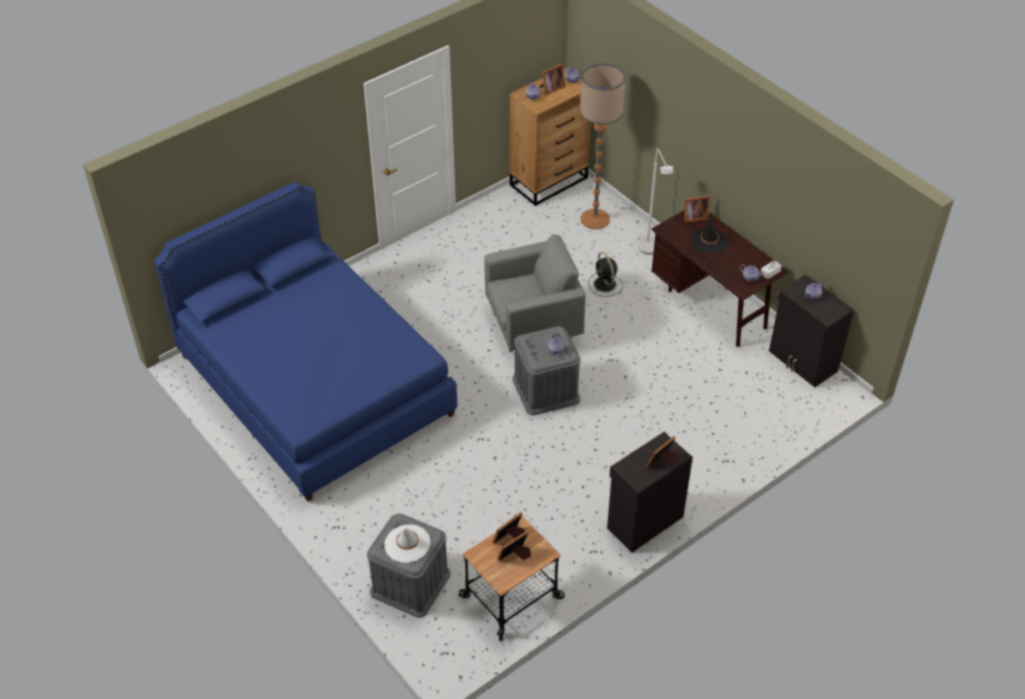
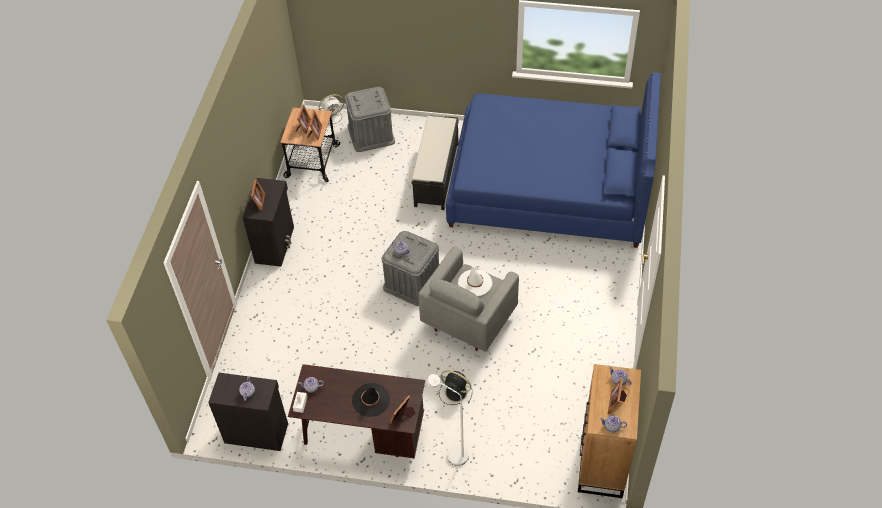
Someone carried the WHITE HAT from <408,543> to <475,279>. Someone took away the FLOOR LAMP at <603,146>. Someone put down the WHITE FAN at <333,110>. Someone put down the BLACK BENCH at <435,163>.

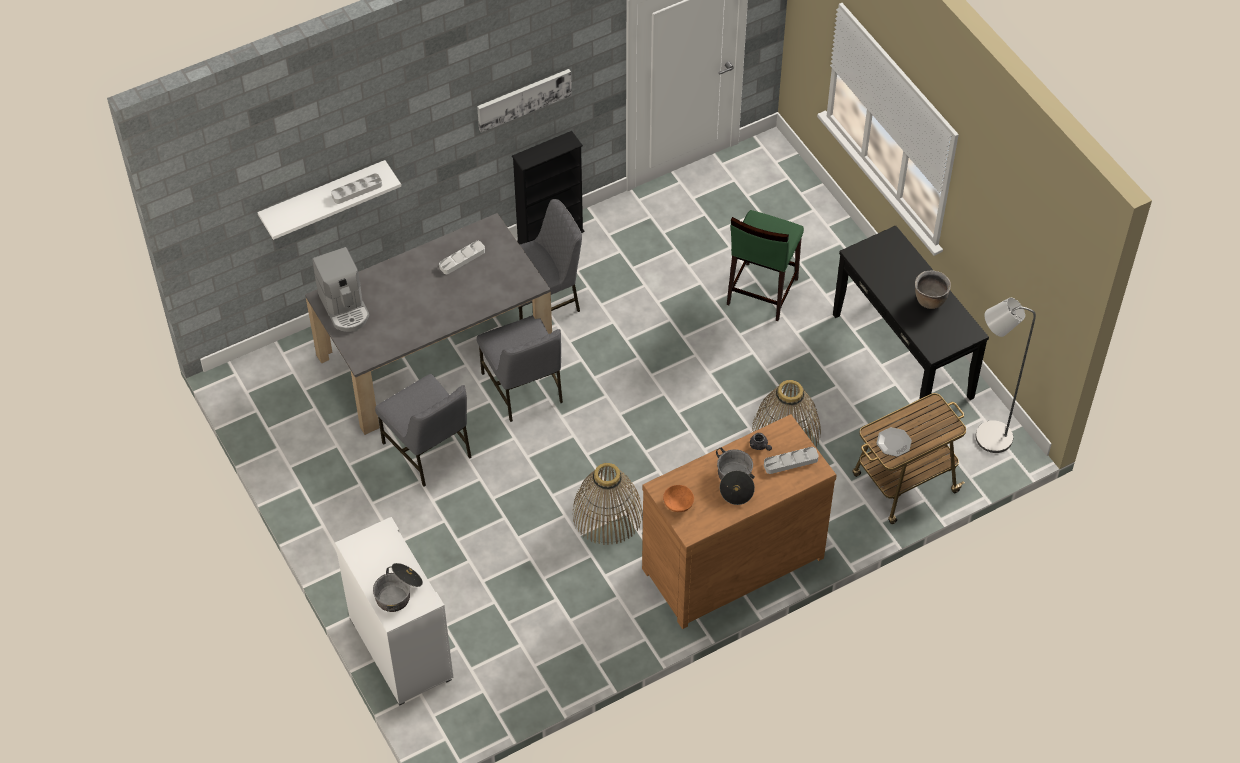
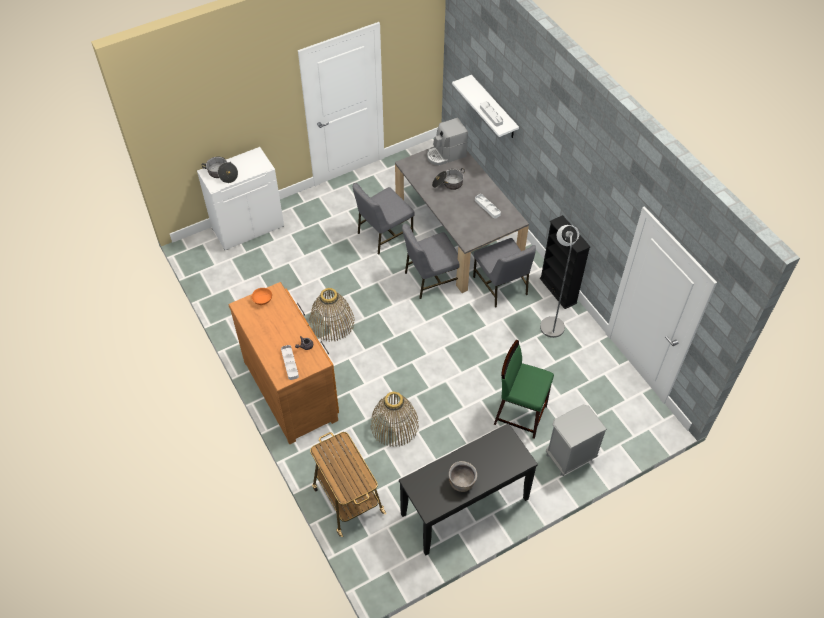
Someone took away the PICTURE at <524,101>. Someone carried the COOKING POT from <735,476> to <448,179>. Someone took away the PLATE at <894,442>. Someone carried the GREY FLOOR LAMP from <1005,375> to <559,281>. Someone put down the GREY NIGHTSTAND at <576,440>.

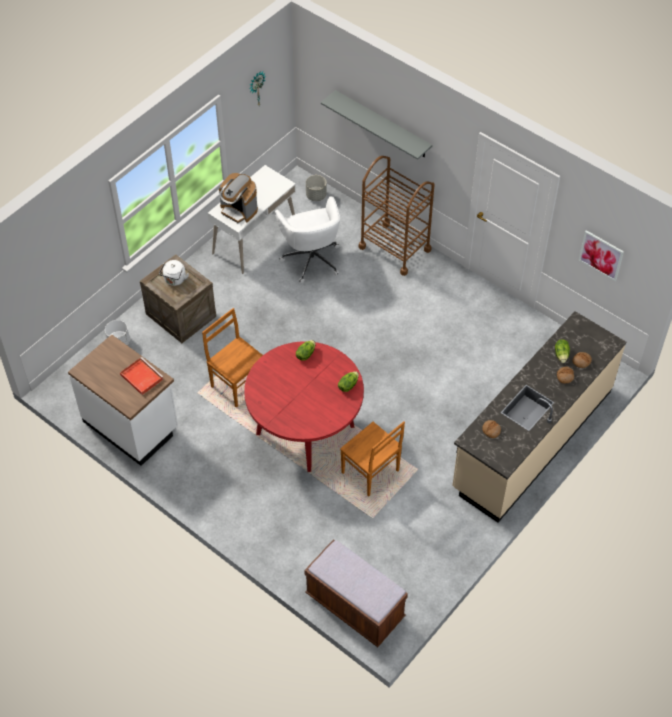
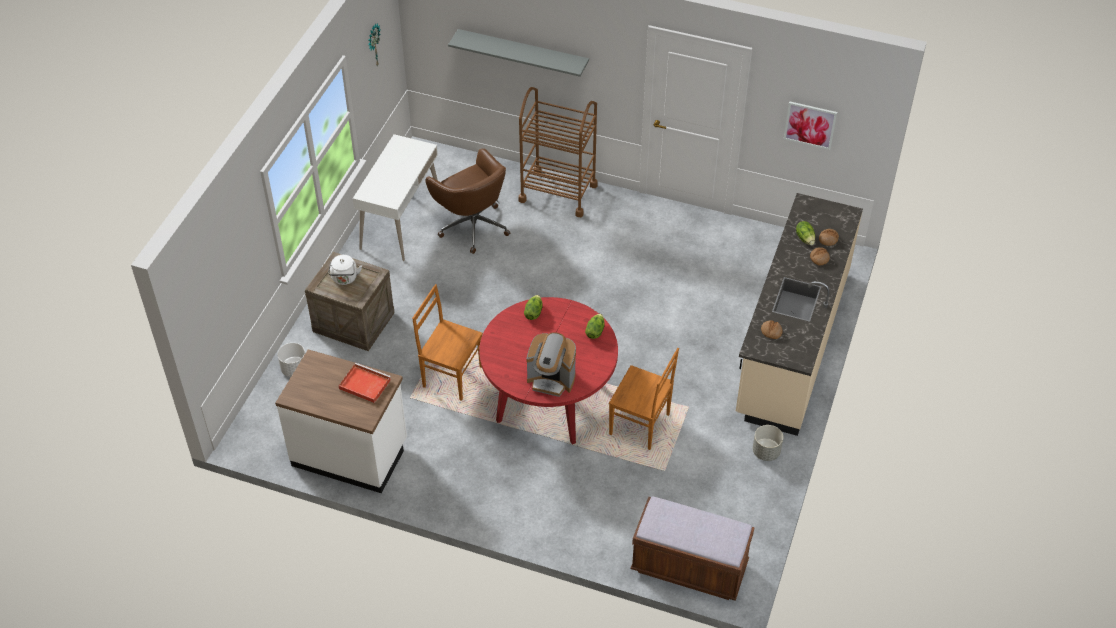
Someone carried the COFFEE MACHINE from <238,198> to <551,364>. Someone repainted the WHITE OFFICE CHAIR at <307,239>, which became the BROWN OFFICE CHAIR at <467,201>. Someone carried the GREY PLANTER from <316,188> to <768,443>.

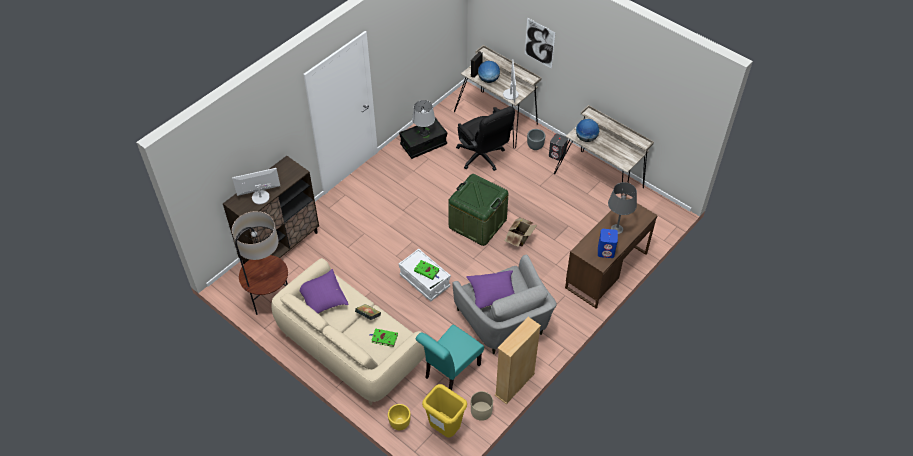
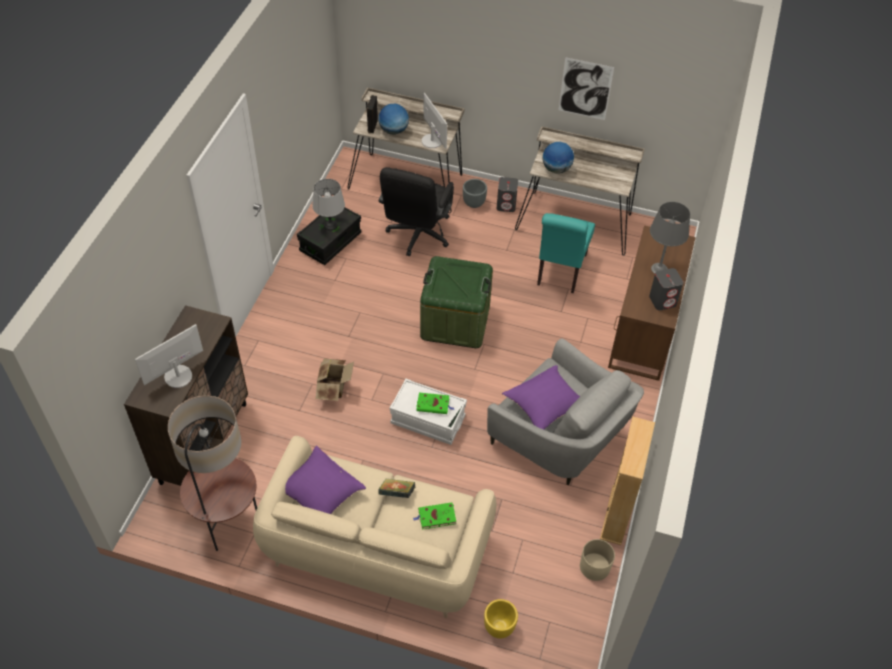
Someone carried the TURQUOISE CHAIR from <450,357> to <566,253>. Someone took away the YELLOW TRASH CAN at <444,410>. Someone rotated the BLACK OFFICE CHAIR at <485,138> by 75 degrees clockwise. Someone carried the CARDBOARD BOX from <521,232> to <335,379>. Someone carried the PICTURE from <540,43> to <586,88>. Someone repainted the BLUE SPEAKER at <608,243>, which became the GREY SPEAKER at <666,289>.

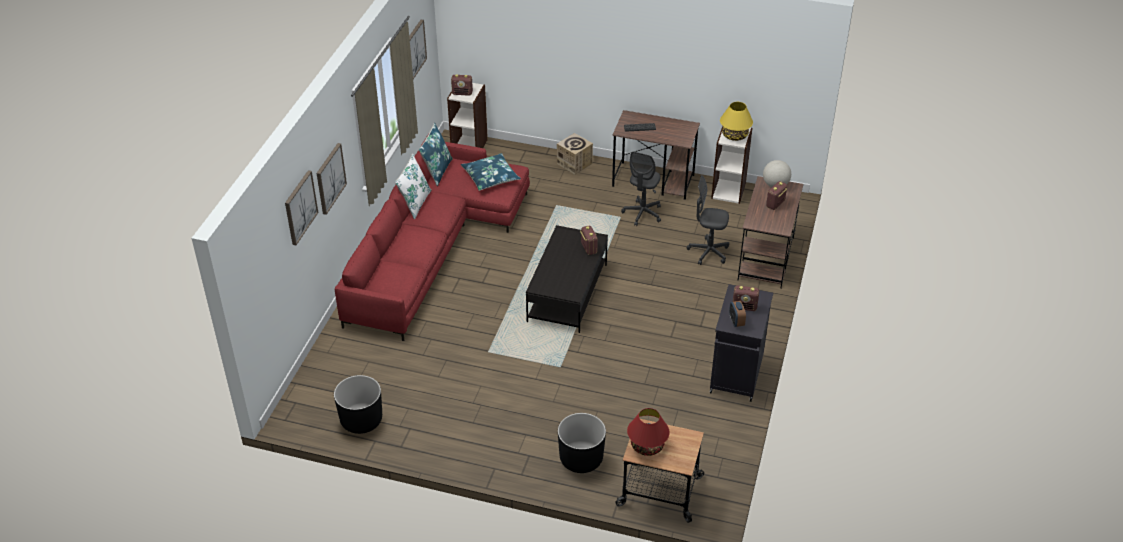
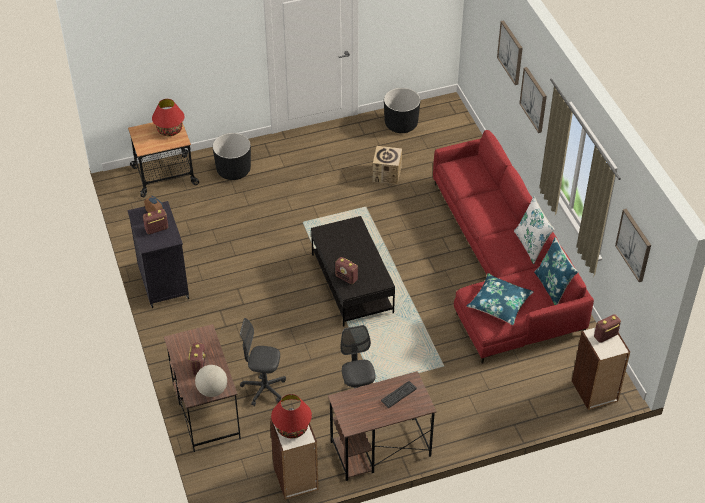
Someone carried the CARDBOARD BOX from <575,154> to <387,165>. Someone rotated the GREY OFFICE CHAIR at <708,220> by 150 degrees counterclockwise. Someone repainted the YELLOW TABLE LAMP at <736,121>, which became the RED TABLE LAMP at <291,416>.

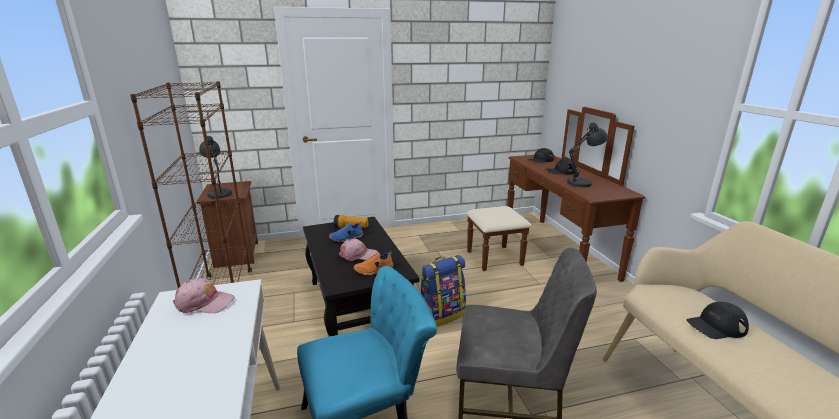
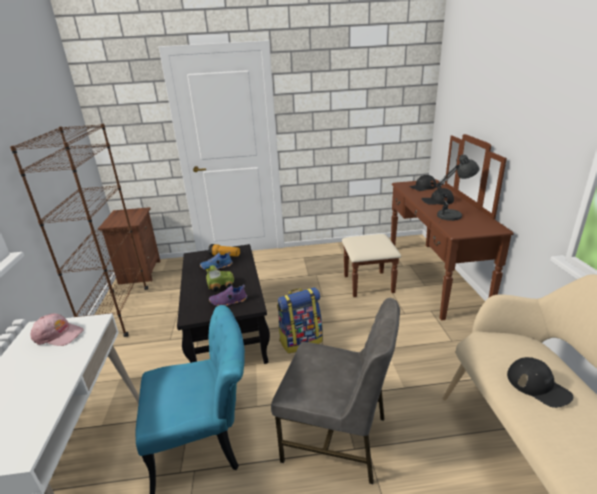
Someone took away the GREY TABLE LAMP at <215,167>. Someone swapped the PINK CAP at <358,250> for the TOY CAR at <219,278>. Someone repainted the ORANGE SHOE at <374,263>, which became the PURPLE SHOE at <228,295>. Someone rotated the BLACK CAP at <717,320> by 120 degrees counterclockwise.

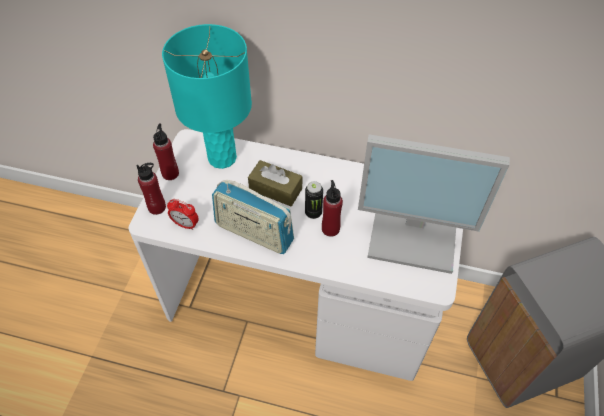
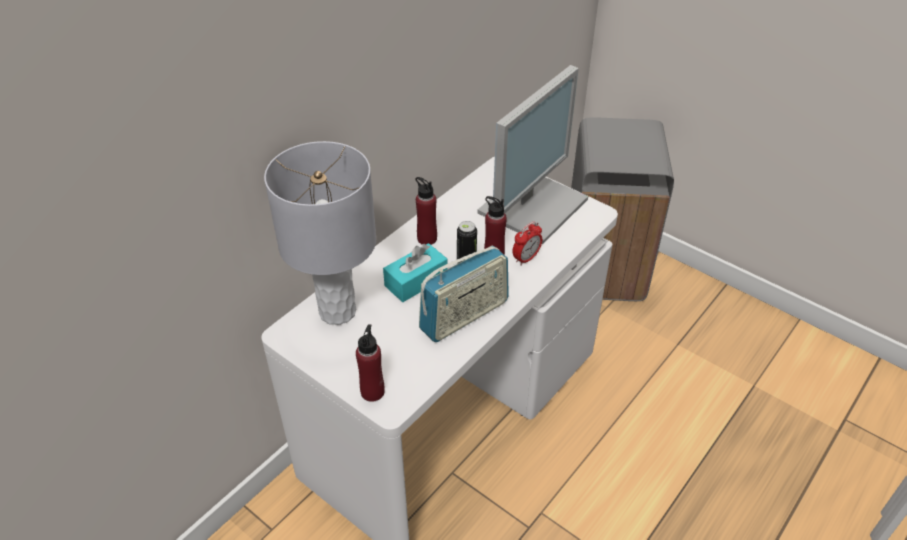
Someone carried the RED BOTTLE from <166,152> to <426,211>. Someone repainted the TURQUOISE TABLE LAMP at <207,96>, which became the GREY TABLE LAMP at <320,233>. Someone carried the ALARM CLOCK from <183,214> to <527,243>. Someone repainted the BROWN TISSUE BOX at <275,183>, which became the TURQUOISE TISSUE BOX at <415,272>.

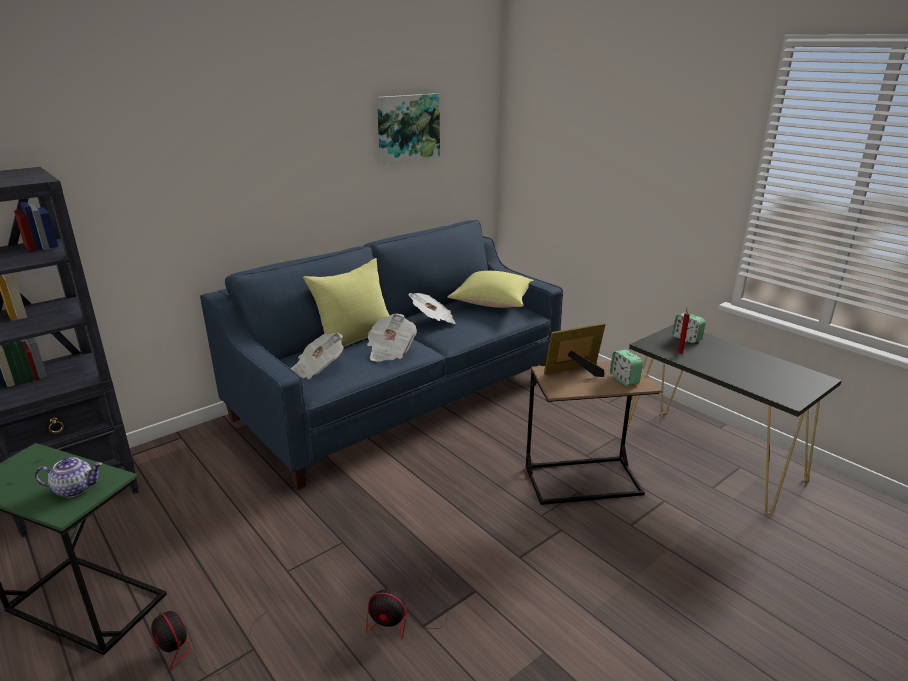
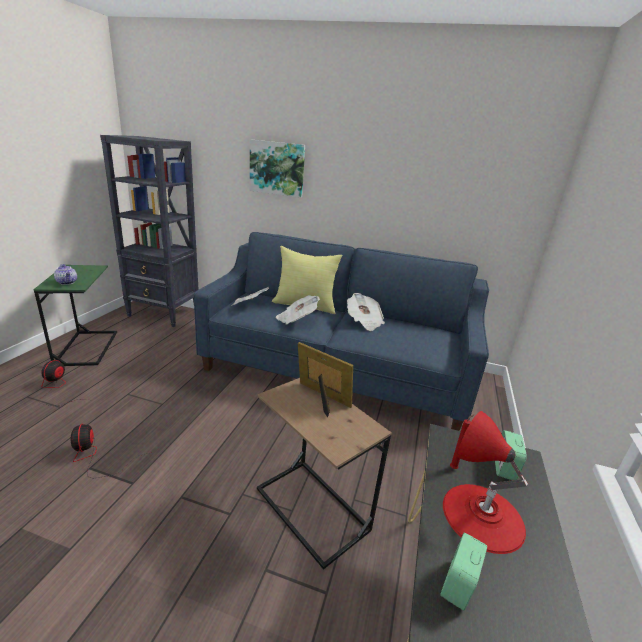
Someone carried the PICTURE from <408,128> to <277,169>. Someone took away the YELLOW PILLOW at <491,289>. Someone carried the ALARM CLOCK from <626,368> to <463,571>. Someone put down the RED TABLE LAMP at <485,482>.

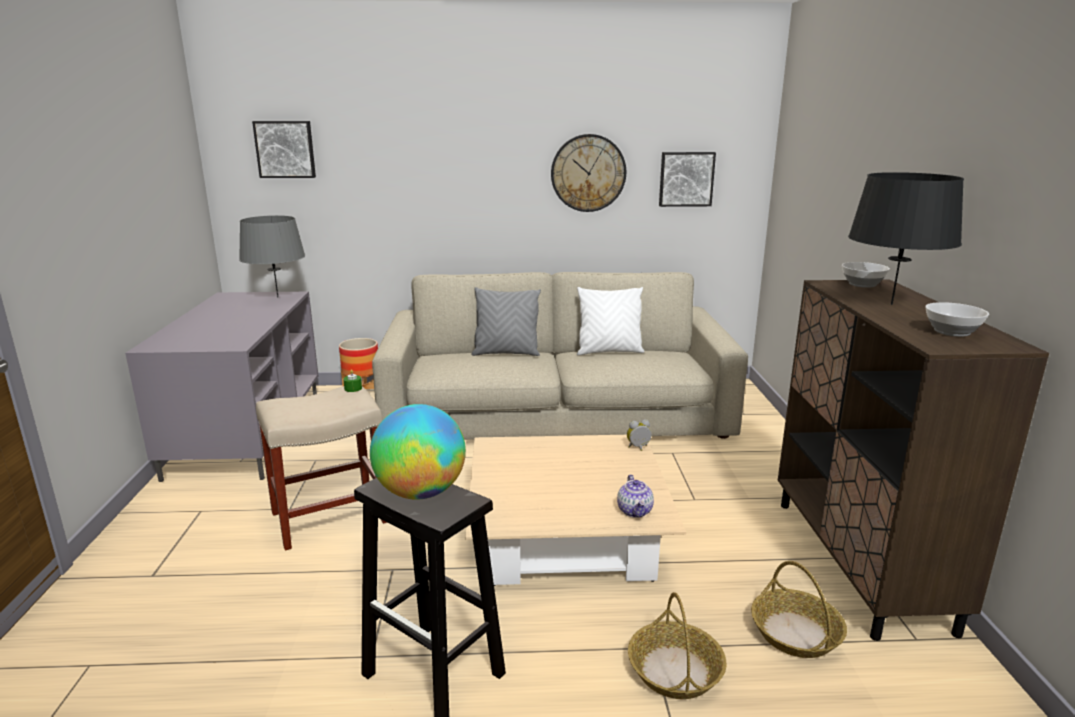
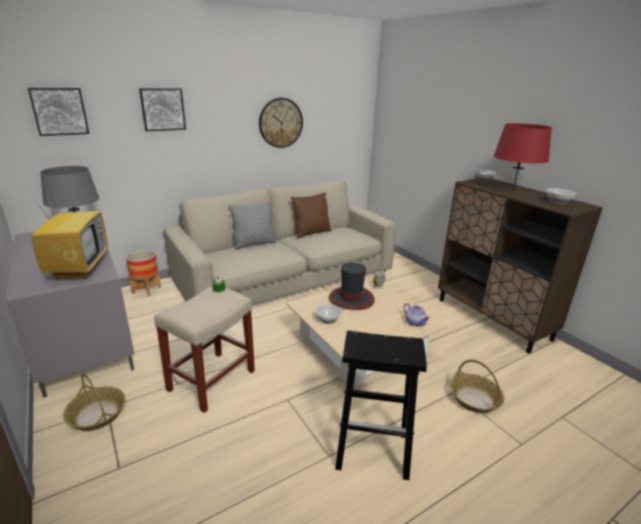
Someone took away the GLOBE at <418,452>. Someone repainted the WHITE PILLOW at <610,321>, which became the BROWN PILLOW at <311,215>. Someone carried the PICTURE from <687,179> to <162,109>. Someone carried the BASKET from <799,609> to <94,402>. Someone repainted the BLACK TABLE LAMP at <906,238>, which became the RED TABLE LAMP at <523,157>. Someone put down the TELEVISION at <69,233>. Someone put down the BOWL at <328,314>. Someone put down the HAT at <352,286>.

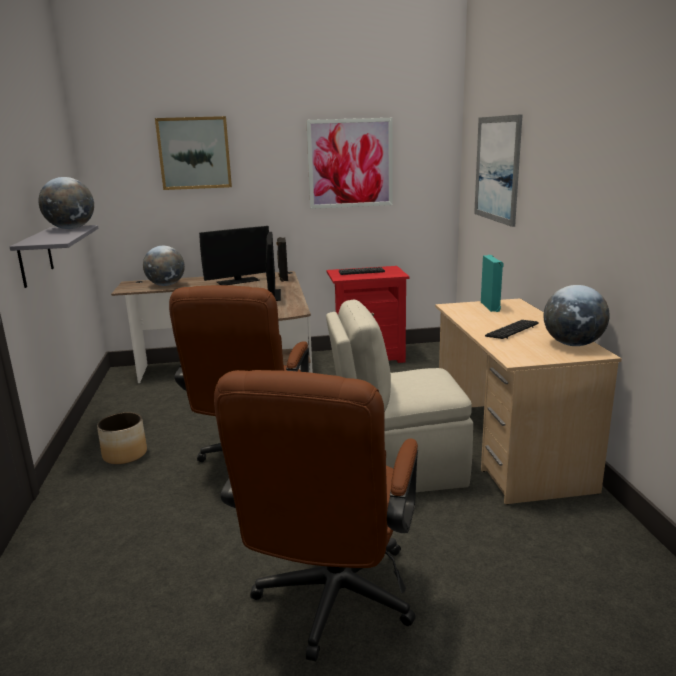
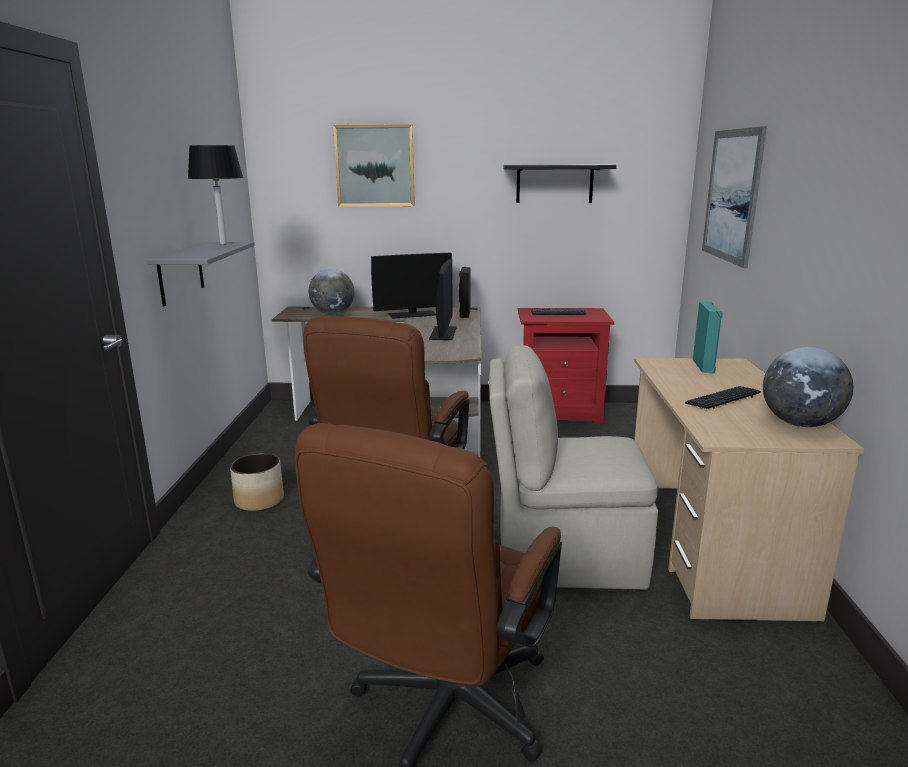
Someone swapped the GLOBE at <66,203> for the BLACK TABLE LAMP at <215,195>. Someone swapped the PICTURE at <349,163> for the BLACK SHELF at <559,183>.

